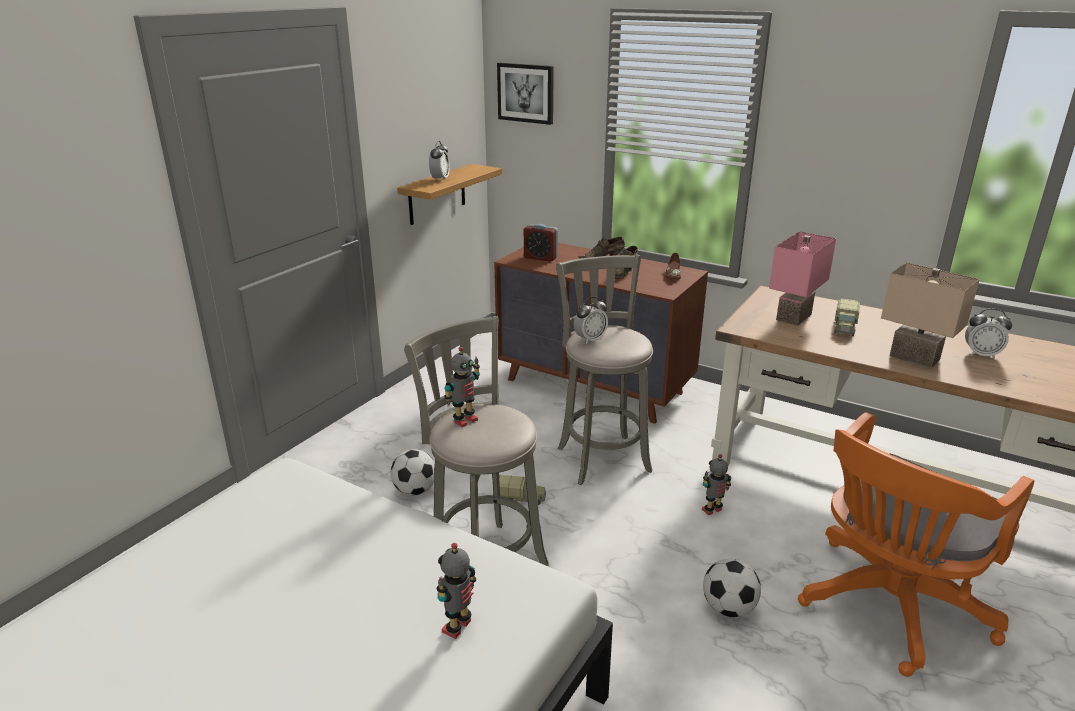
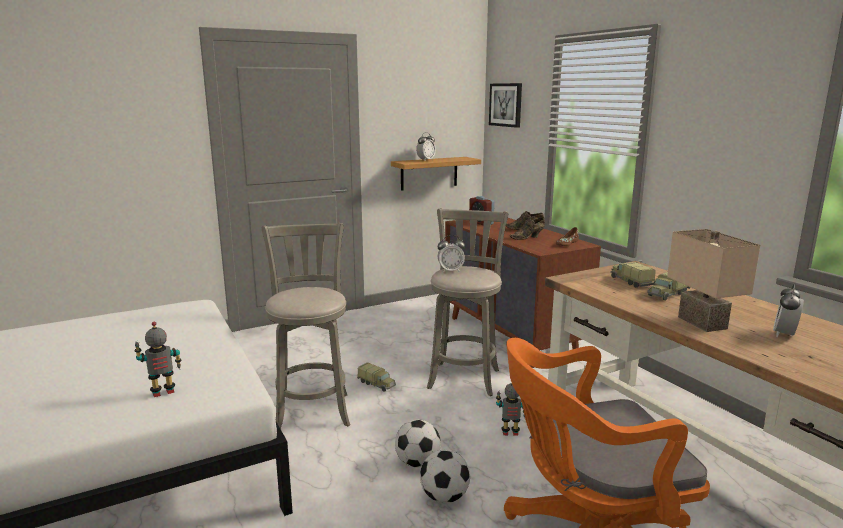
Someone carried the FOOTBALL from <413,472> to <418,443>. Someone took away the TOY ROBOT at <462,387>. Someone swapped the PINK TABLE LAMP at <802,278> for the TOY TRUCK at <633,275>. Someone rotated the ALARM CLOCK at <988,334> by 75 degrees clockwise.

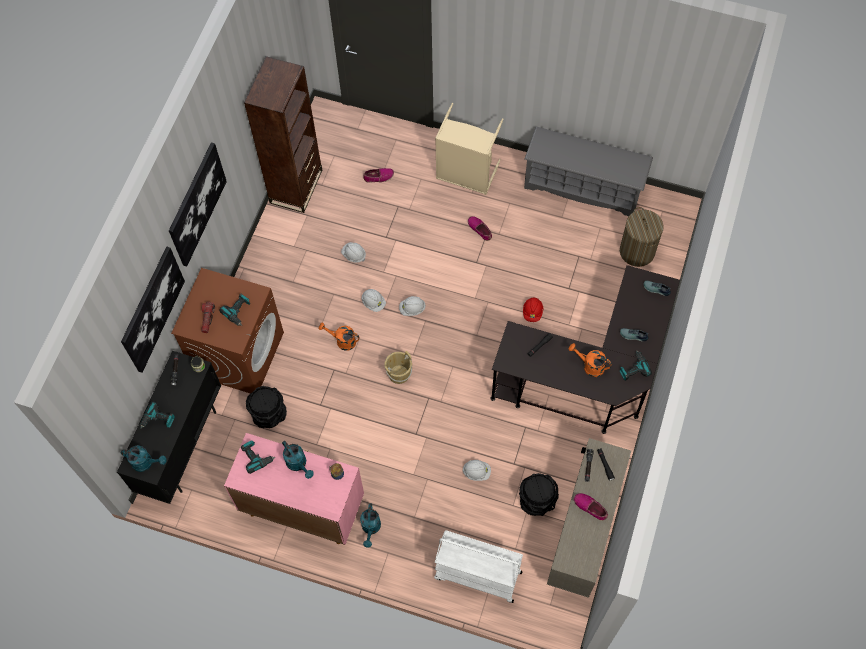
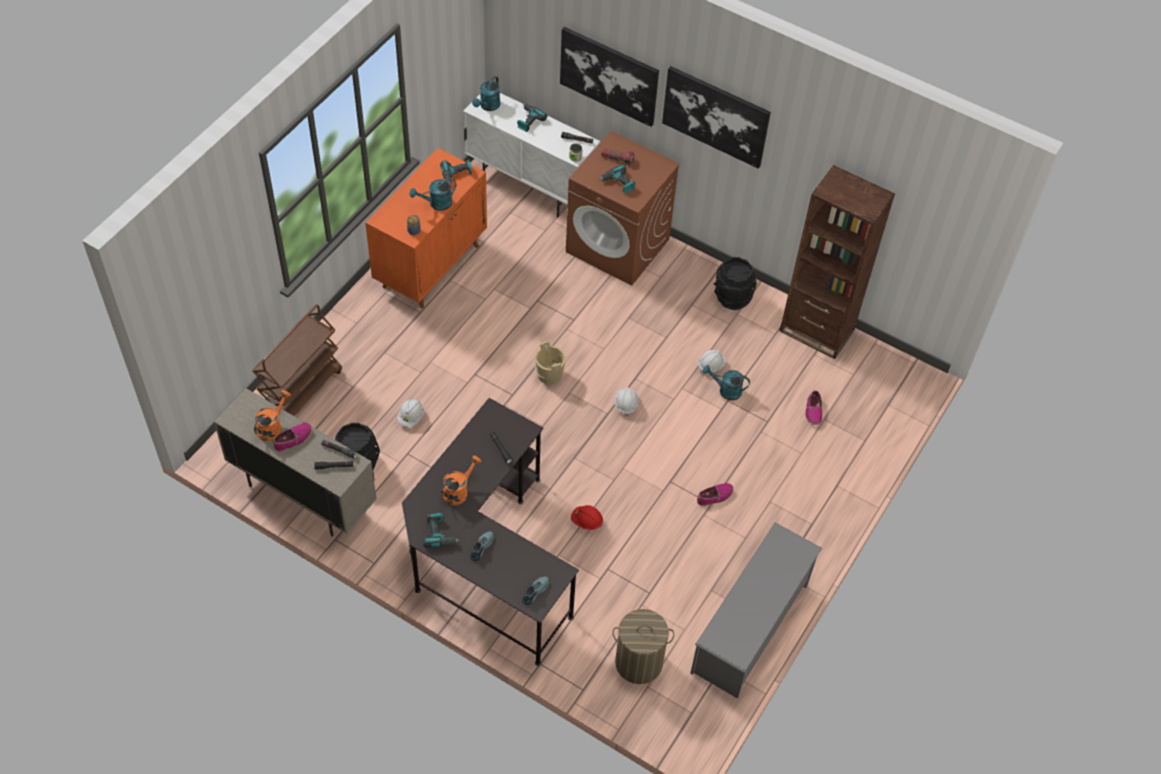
Someone repainted the BLACK CABINET at <169,427>, which became the WHITE CABINET at <531,155>. Someone repainted the PINK CABINET at <294,489>, which became the ORANGE CABINET at <426,228>. Someone carried the BLACK BUCKET from <266,407> to <735,283>. Someone carried the ORANGE WATERING CAN from <339,337> to <272,416>. Someone carried the TURQUOISE WATERING CAN from <370,525> to <726,382>. Someone took away the WHITE HARD HAT at <374,300>. Someone repainted the WHITE CART at <478,566>, which became the BROWN CART at <297,360>. Someone took away the BEIGE LAUNDRY BASKET at <469,149>.

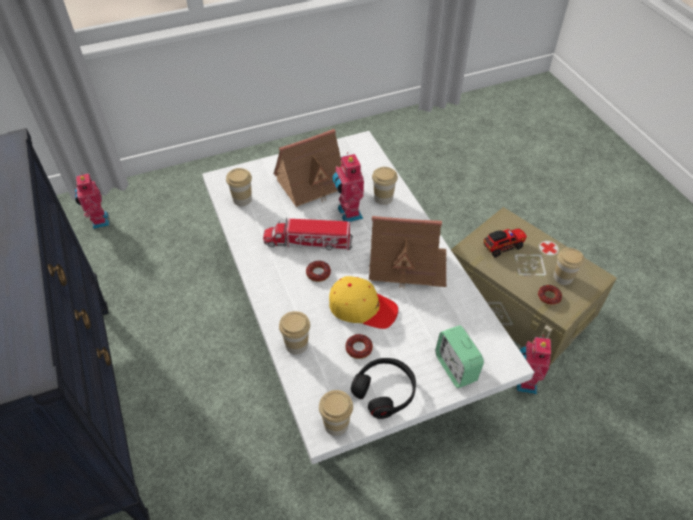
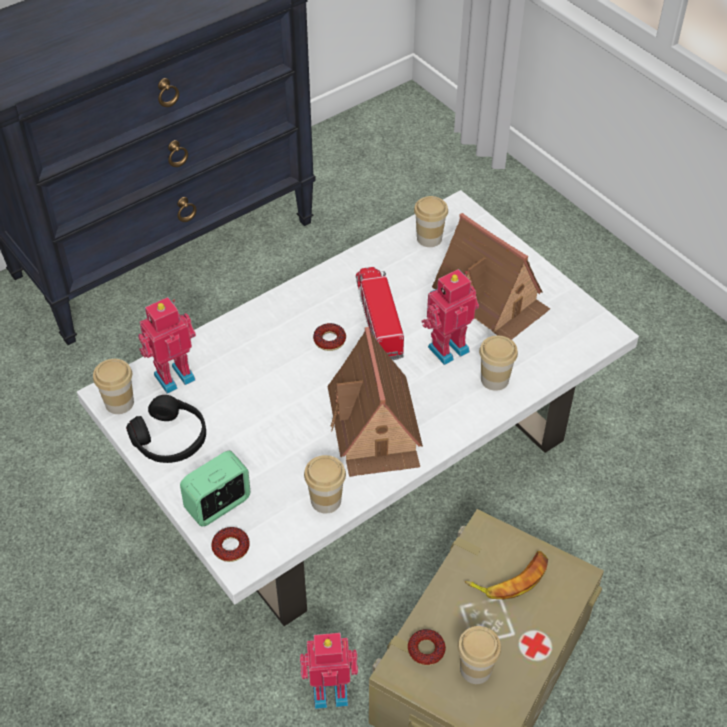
Someone carried the TOY ROBOT from <92,200> to <167,345>. Someone carried the CUP from <294,333> to <325,484>. Someone took away the YELLOW CAP at <363,302>. Someone carried the DONUT from <359,346> to <230,544>. Someone swapped the TOY TRUCK at <505,243> for the BANANA at <506,575>.

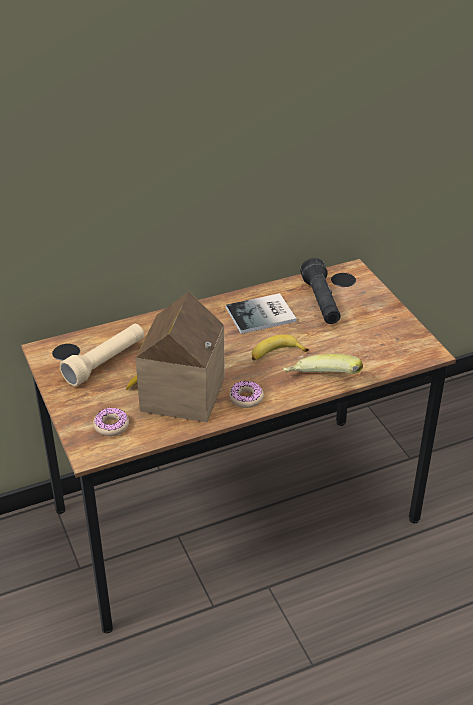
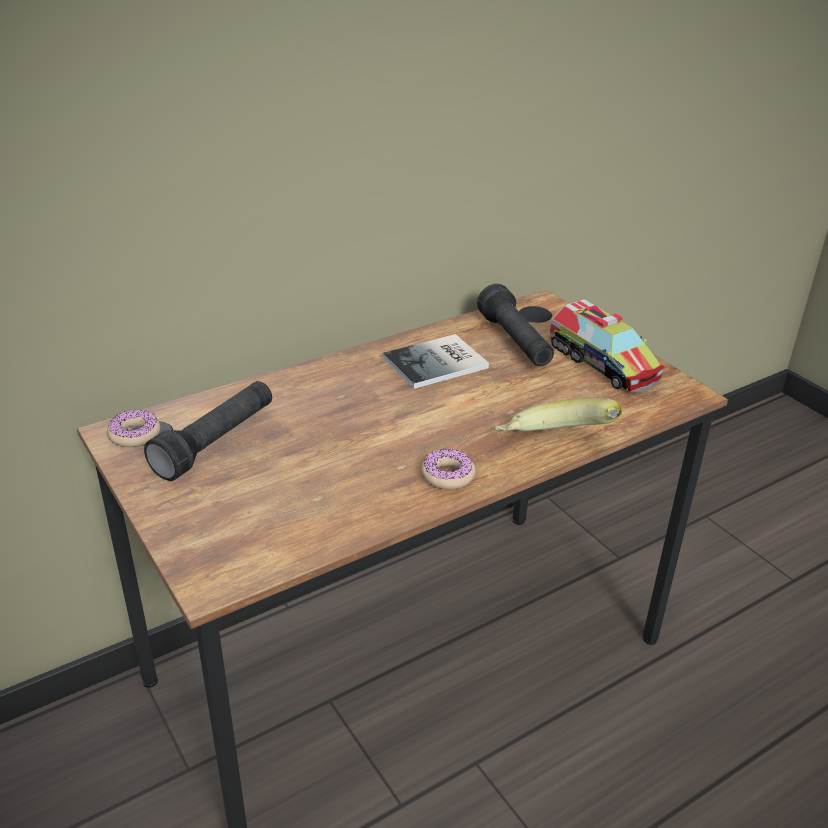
Someone repainted the BEIGE FLASHLIGHT at <102,355>, which became the BLACK FLASHLIGHT at <208,431>. Someone carried the DONUT from <111,422> to <133,428>. Someone took away the TOY HOUSE at <175,357>. Someone took away the BANANA at <280,347>. Someone put down the TOY TRUCK at <606,345>.

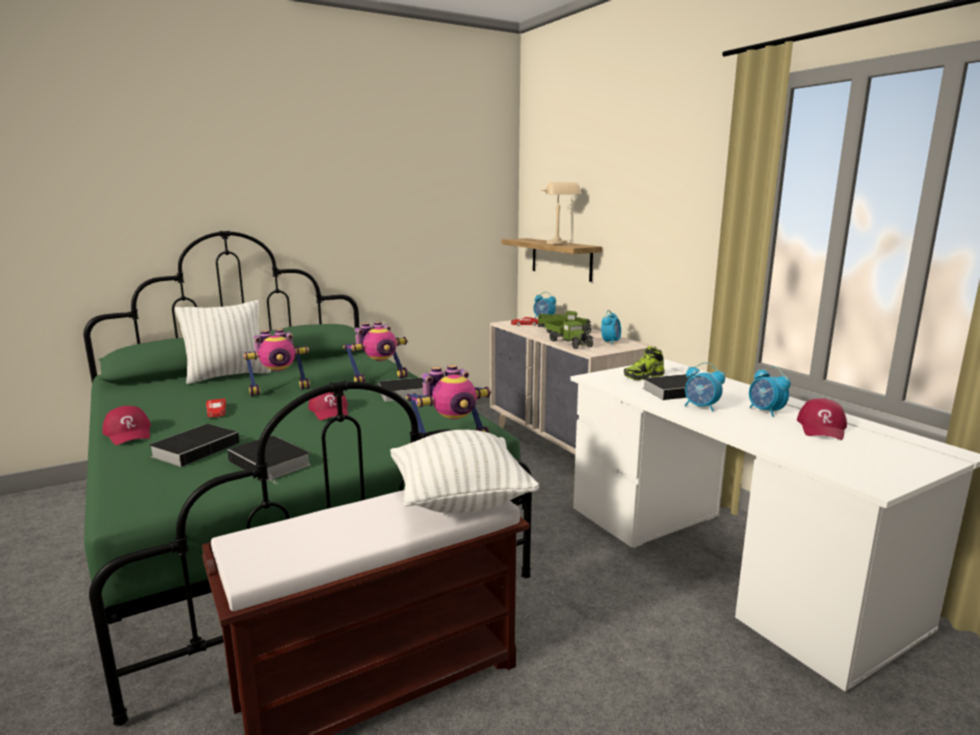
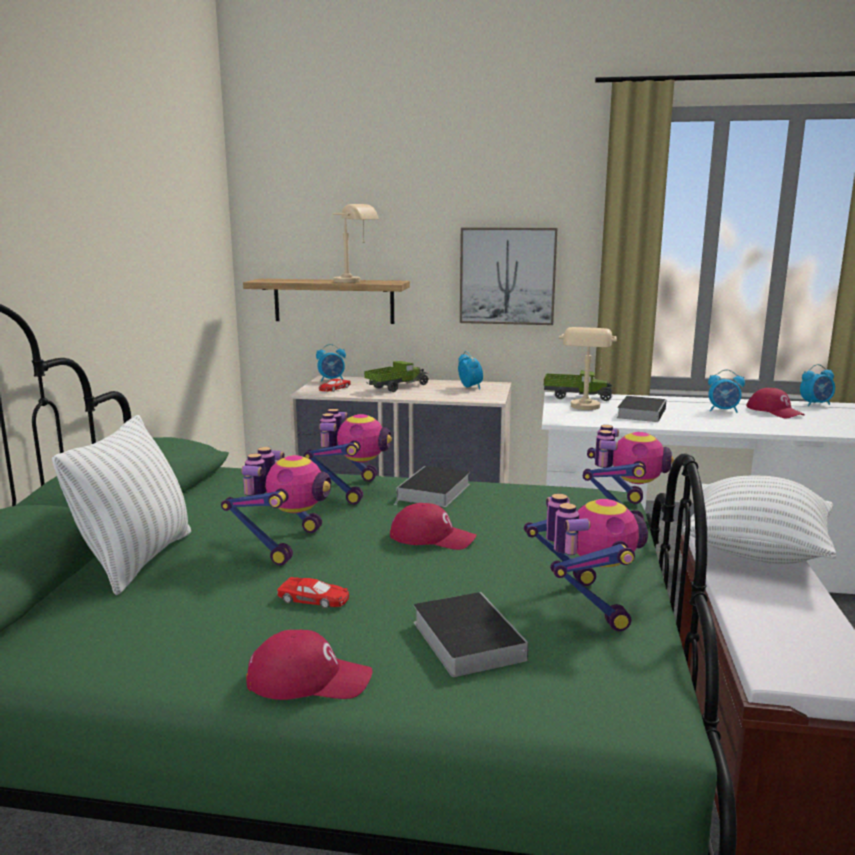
Someone swapped the BOOK at <269,460> for the TOY ROBOT at <586,562>. Someone carried the TOY TRUCK from <569,334> to <578,385>. Someone swapped the SHOE at <644,363> for the BEIGE TABLE LAMP at <588,368>. Someone carried the ALARM CLOCK from <704,387> to <817,385>. Someone put up the PICTURE at <508,276>.

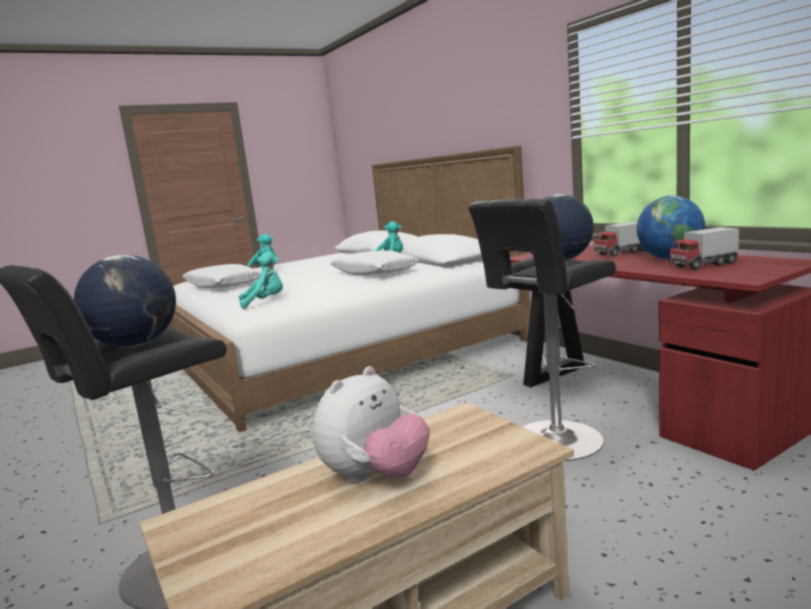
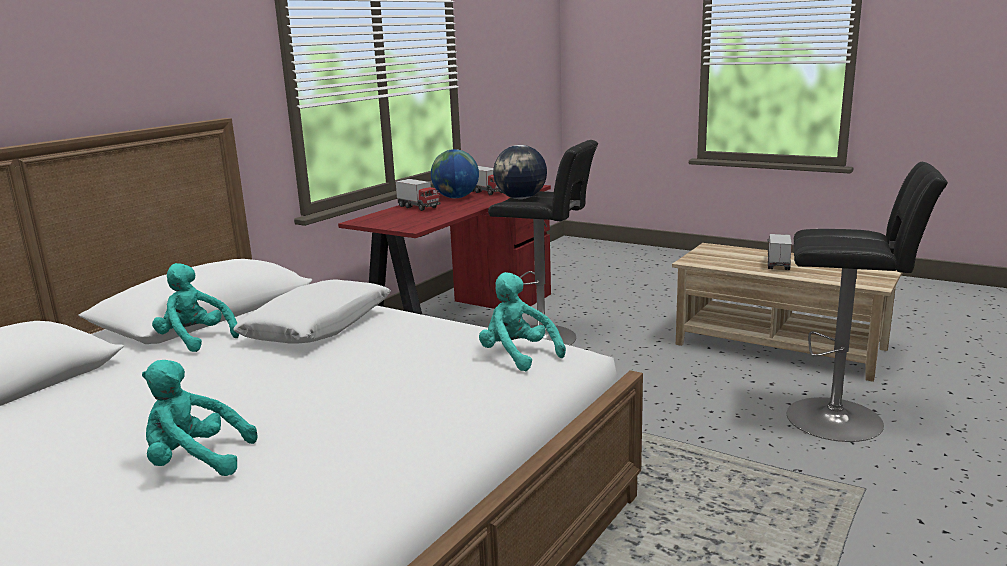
Someone took away the GLOBE at <125,301>. Someone took away the WHITE PILLOW at <221,276>. Someone swapped the PLUSH TOY at <371,424> for the TOY TRUCK at <779,252>.

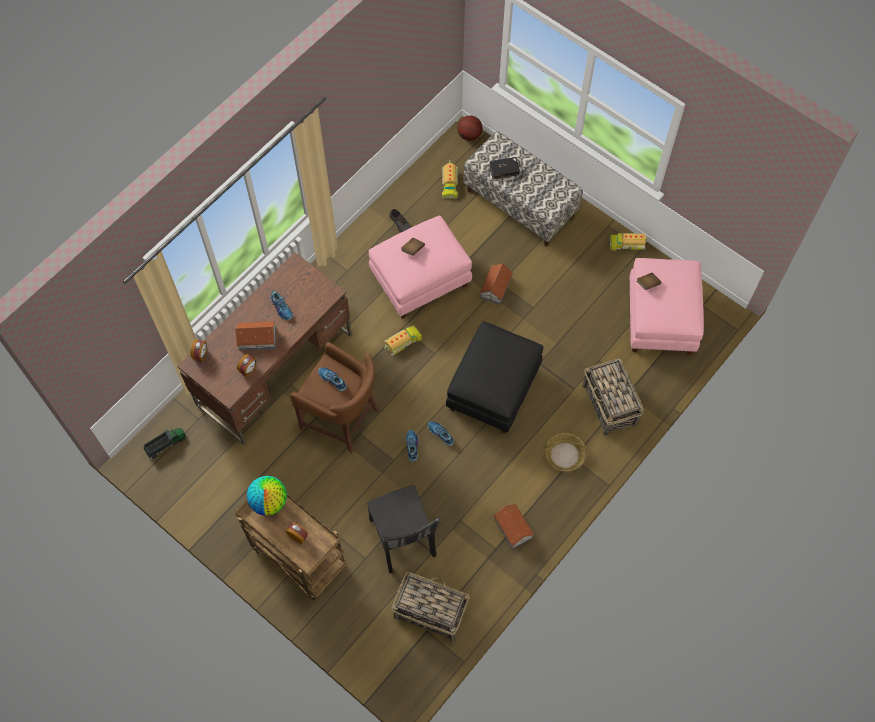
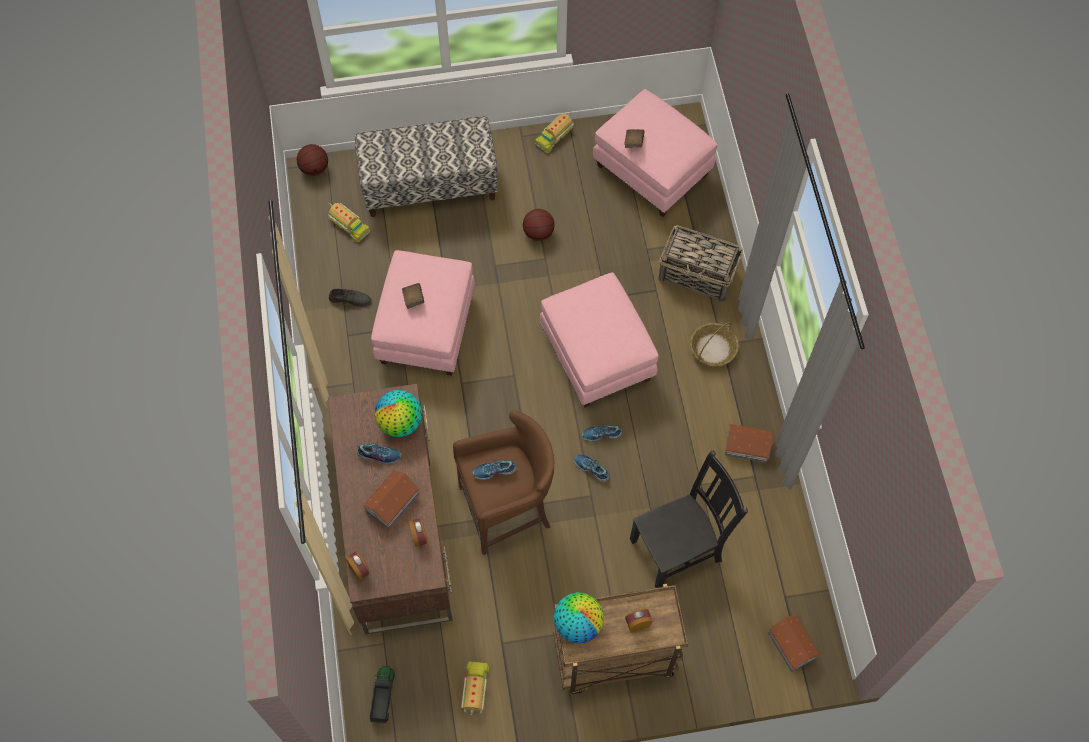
Someone rotated the BLACK CHAIR at <404,529> by 45 degrees counterclockwise. Someone carried the TOY TRUCK from <403,340> to <475,688>. Someone took away the BASKET at <430,607>. Someone repainted the BLACK OTTOMAN at <494,377>, which became the PINK OTTOMAN at <599,339>. Someone carried the TOY HOUSE from <496,284> to <794,643>. Someone took away the BLACK BOOK at <504,168>. Someone put down the GLOBE at <398,413>. Someone put down the BASKETBALL at <539,225>.

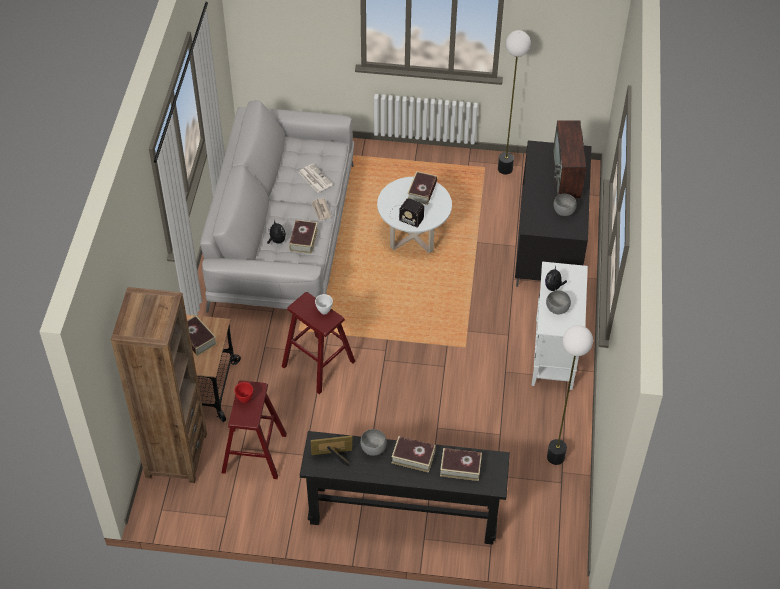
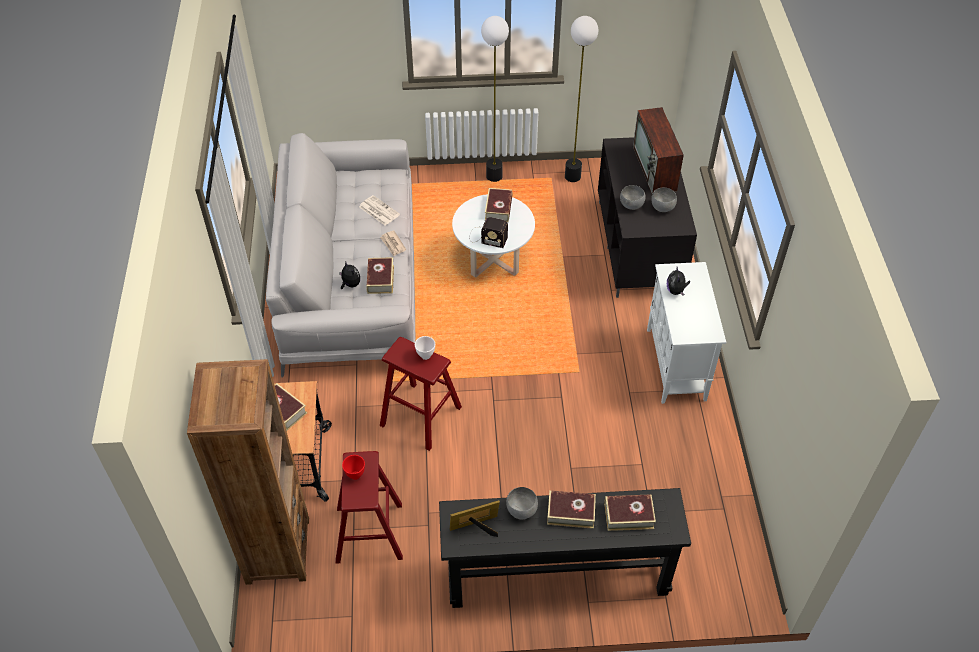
Someone carried the GREY BOWL from <558,302> to <632,197>. Someone carried the FLOOR LAMP from <570,395> to <495,99>.

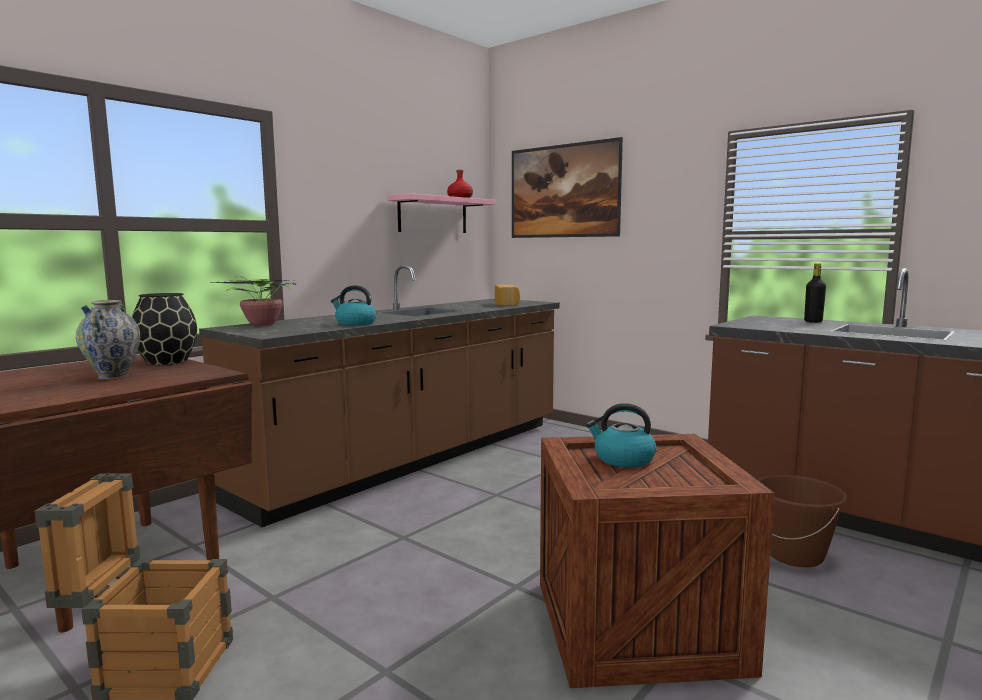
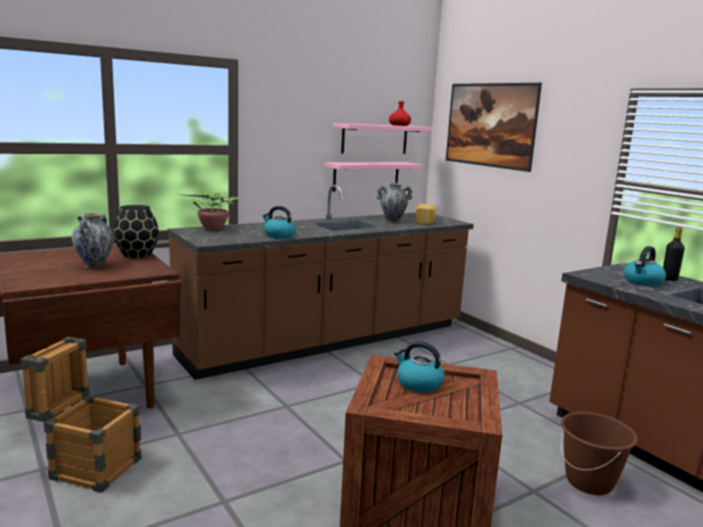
Someone put up the PINK SHELF at <374,177>. Someone put down the VASE at <395,203>. Someone put down the KETTLE at <645,266>.

